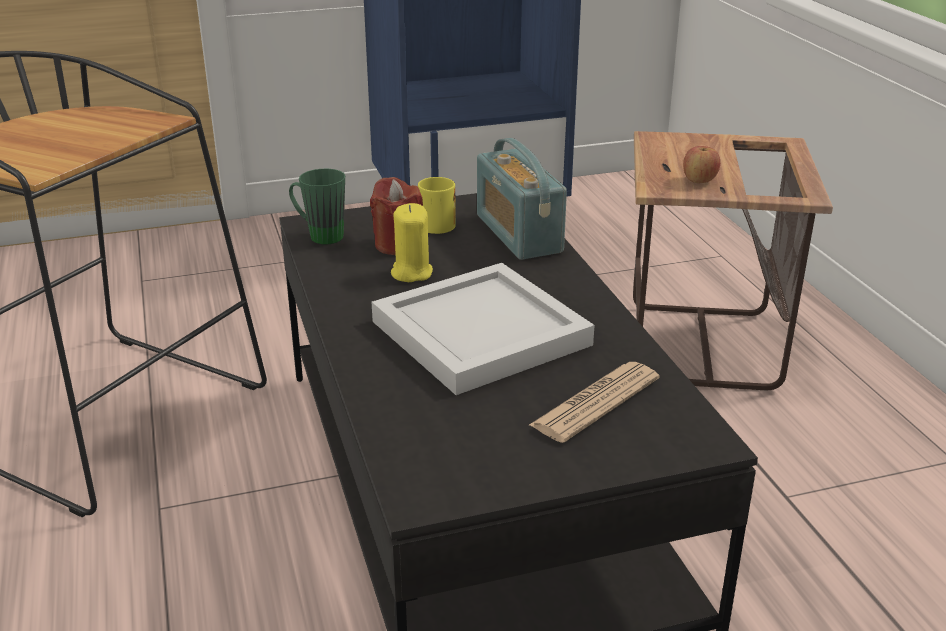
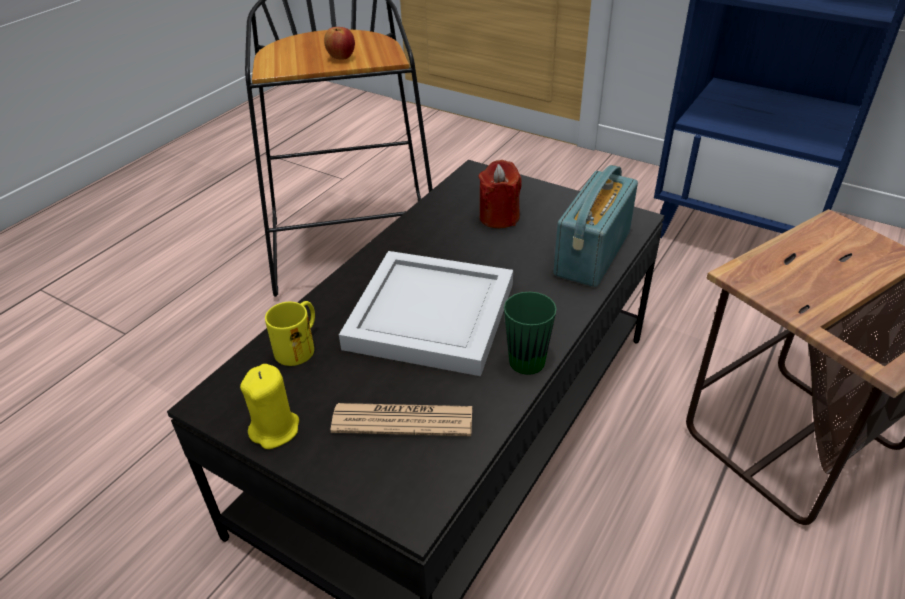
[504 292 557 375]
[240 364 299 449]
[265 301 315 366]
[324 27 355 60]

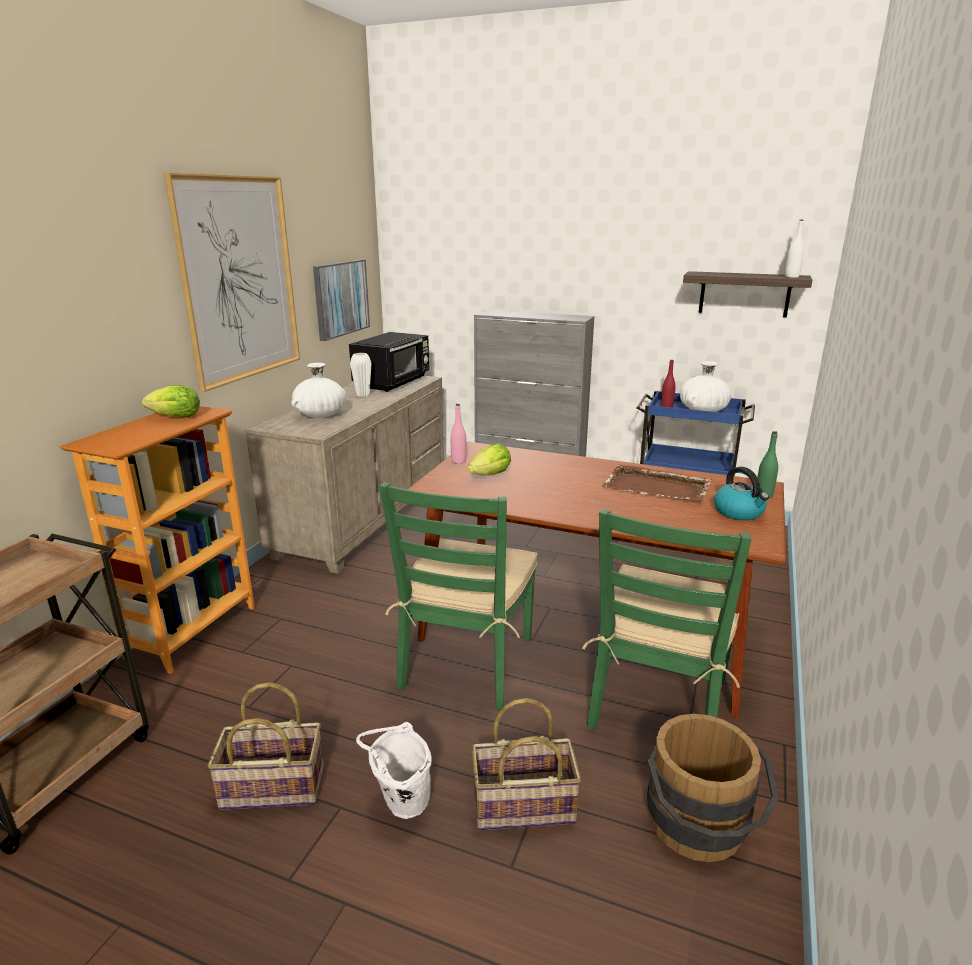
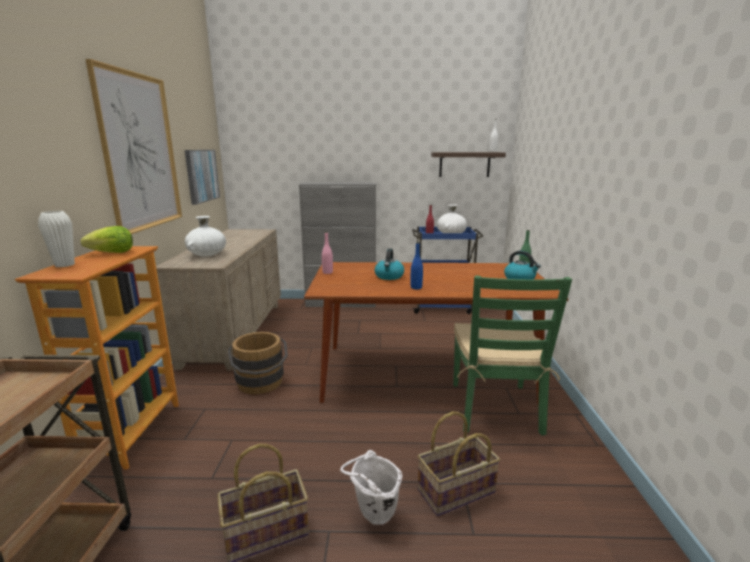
[349 332 429 392] (first image)
[38 211 75 267]
[379 482 537 710] (first image)
[468 443 511 475] (first image)
[602 465 712 501] (first image)
[227 332 288 394]
[375 248 404 280]
[410 242 423 289]

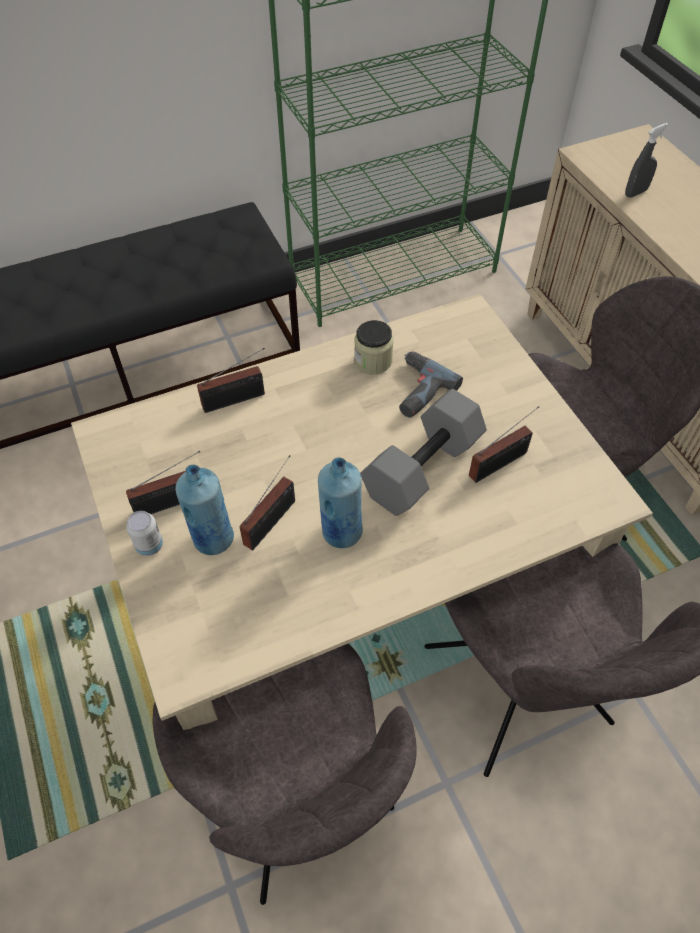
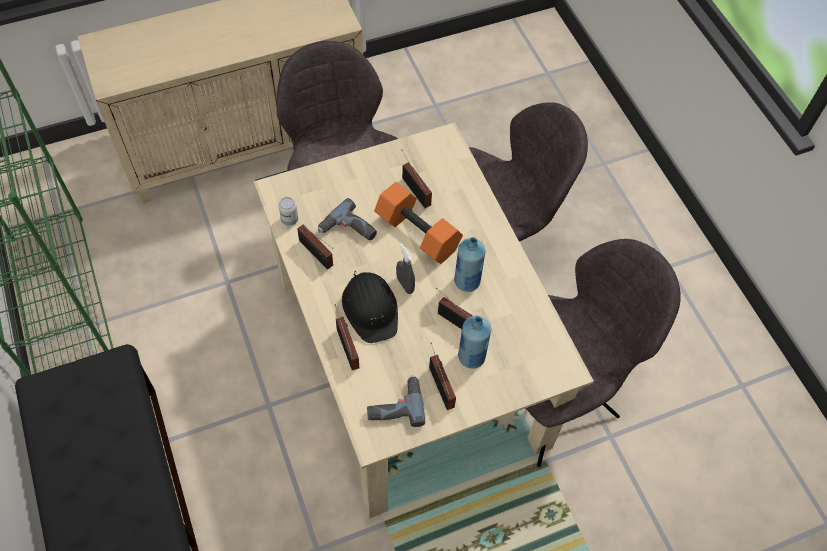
[279 197 298 226]
[297 224 333 270]
[374 182 463 264]
[396 243 415 294]
[342 270 398 343]
[367 375 425 427]

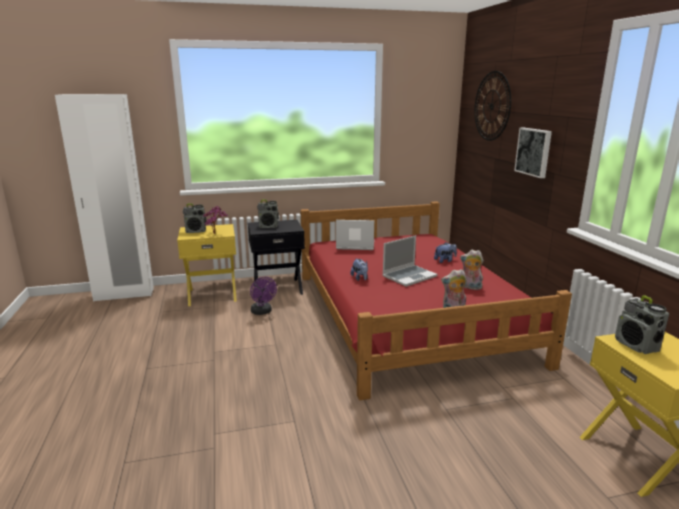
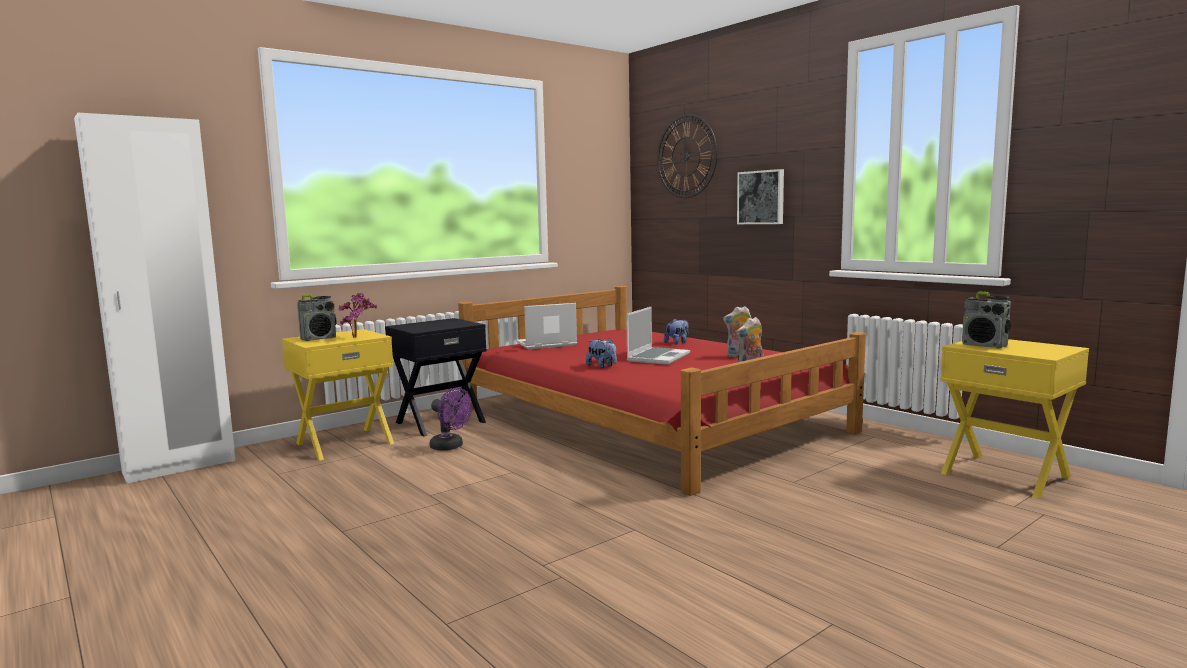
[257 199 279 228] (first image)

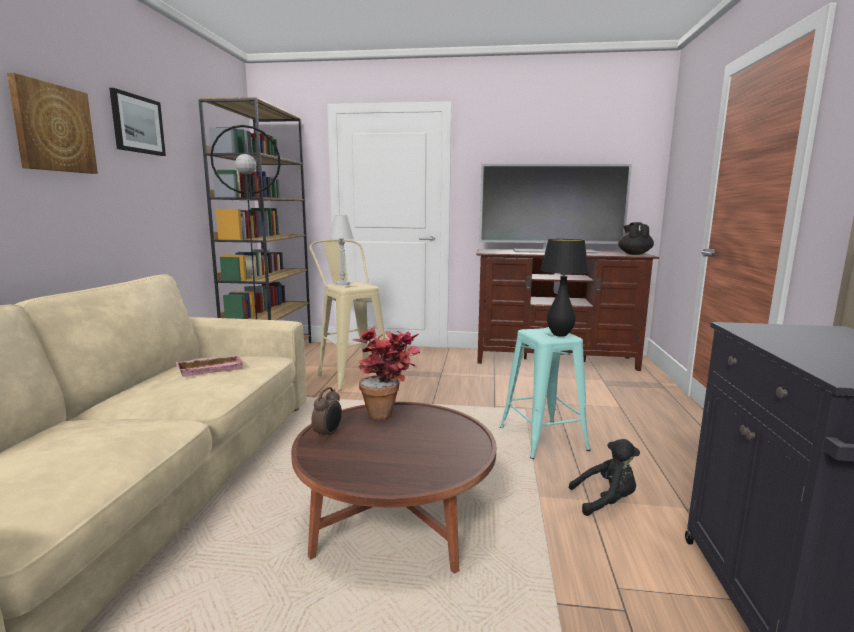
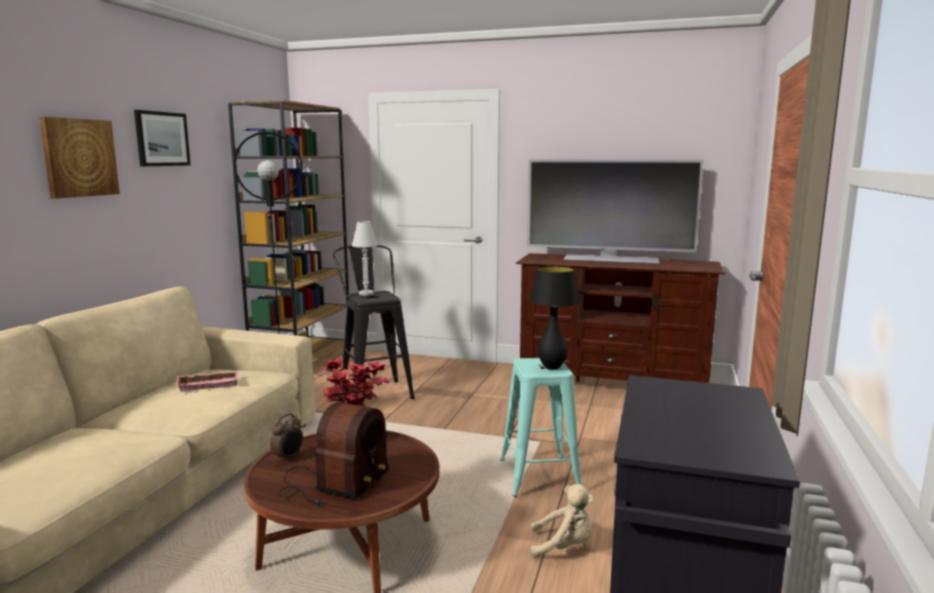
[333 245 415 399]
[530 484 594 559]
[618 222 654 255] (first image)
[278 402 389 506]

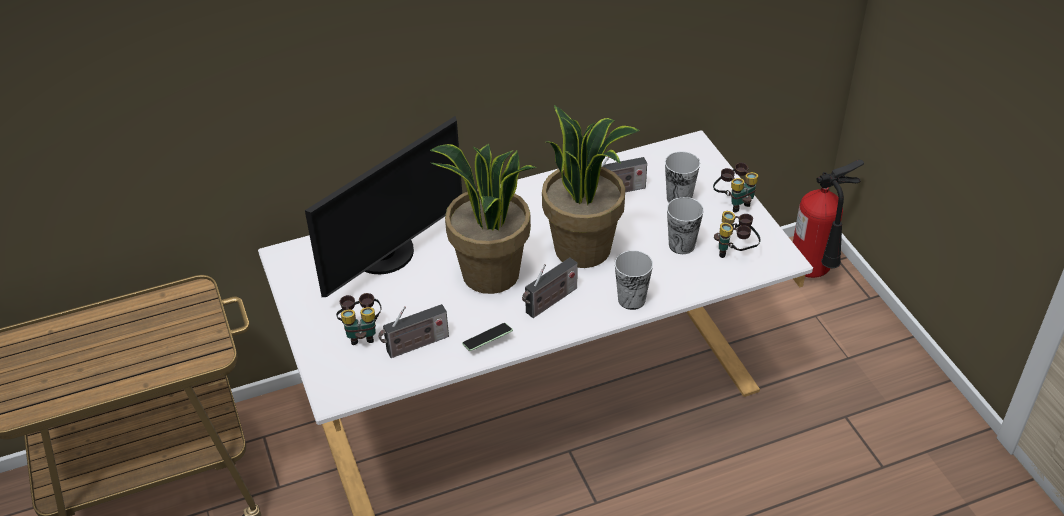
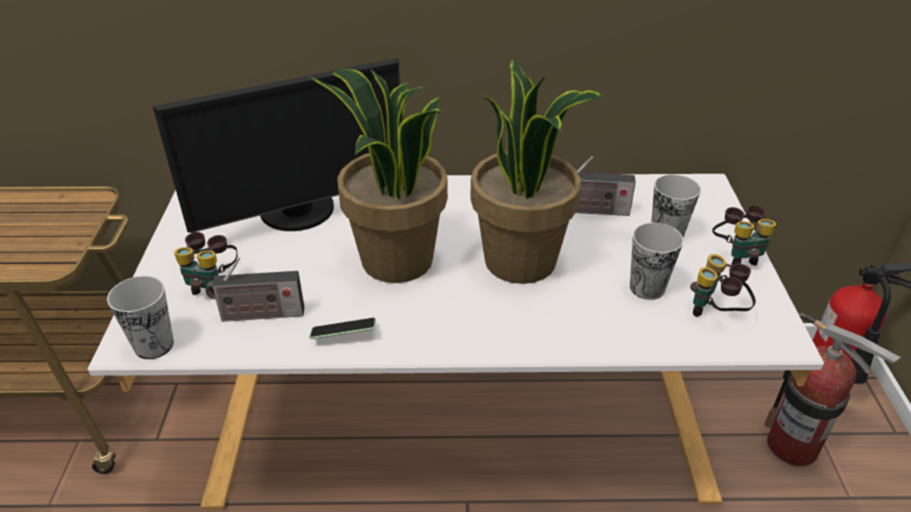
[522 257 578 318] (first image)
[107 276 174 359]
[765 313 901 467]

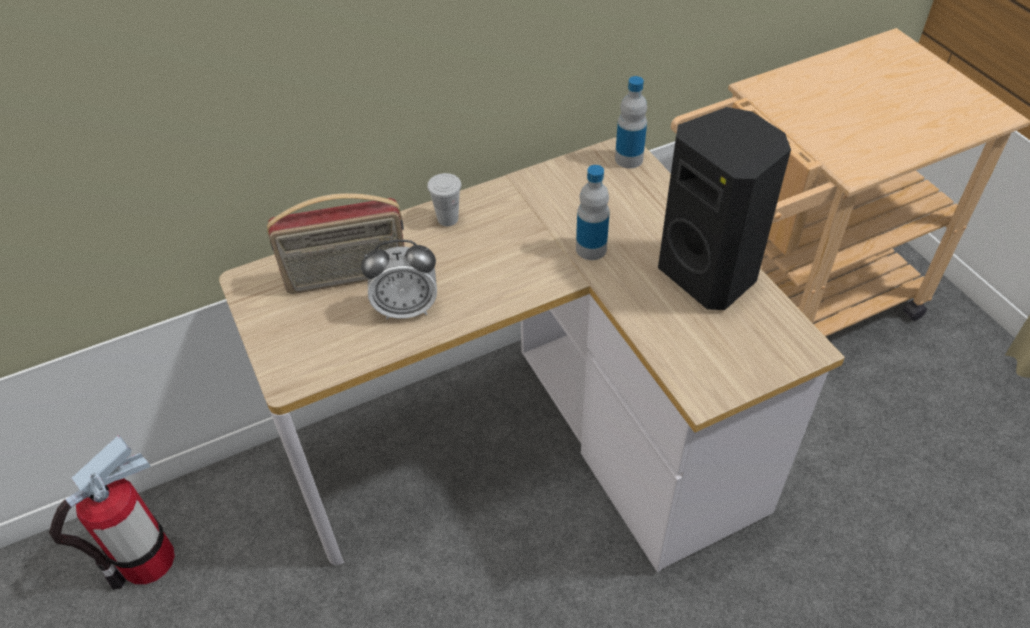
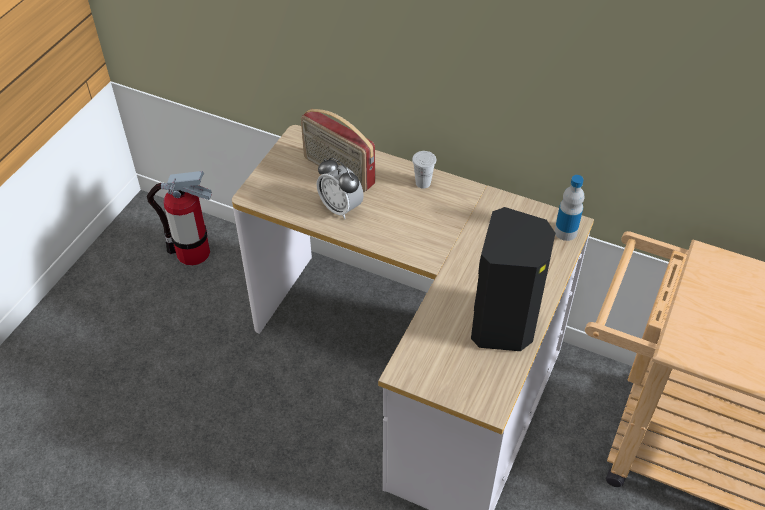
[576 165 610 260] (first image)

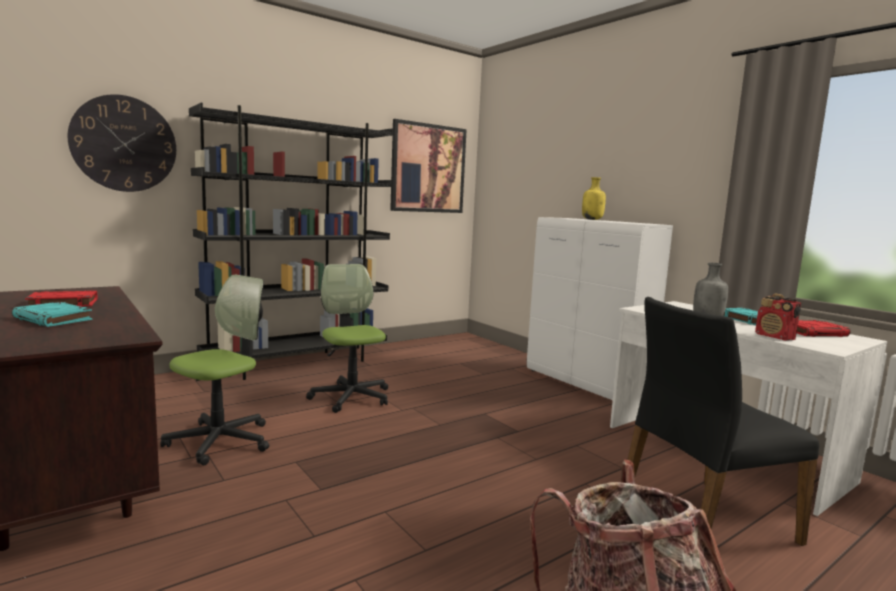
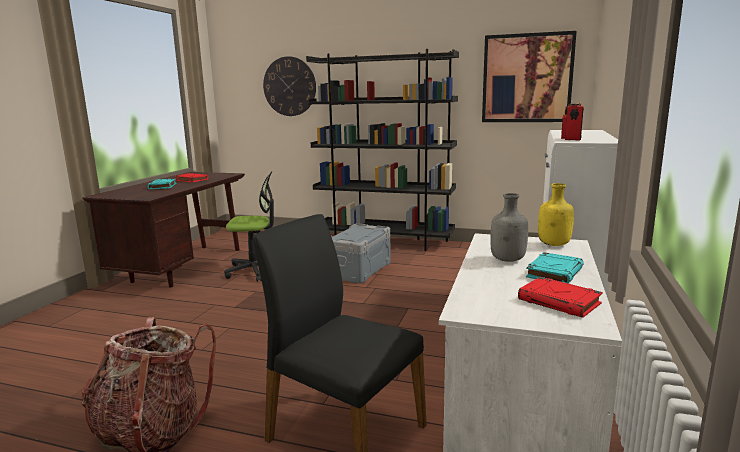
[331 223 391 283]
[538 183 574 246]
[561 102 584 141]

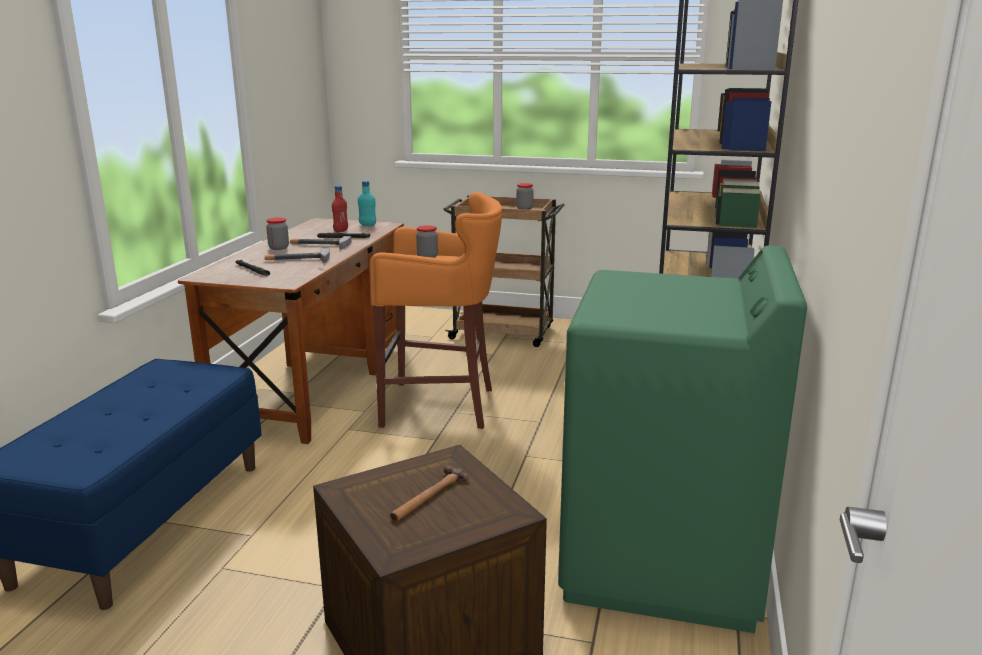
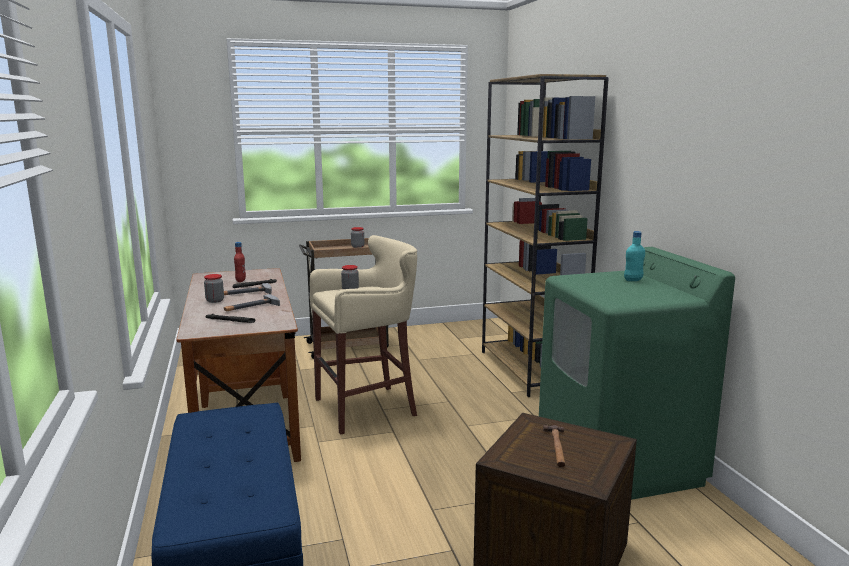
[624 231 645 281]
[310 235 417 435]

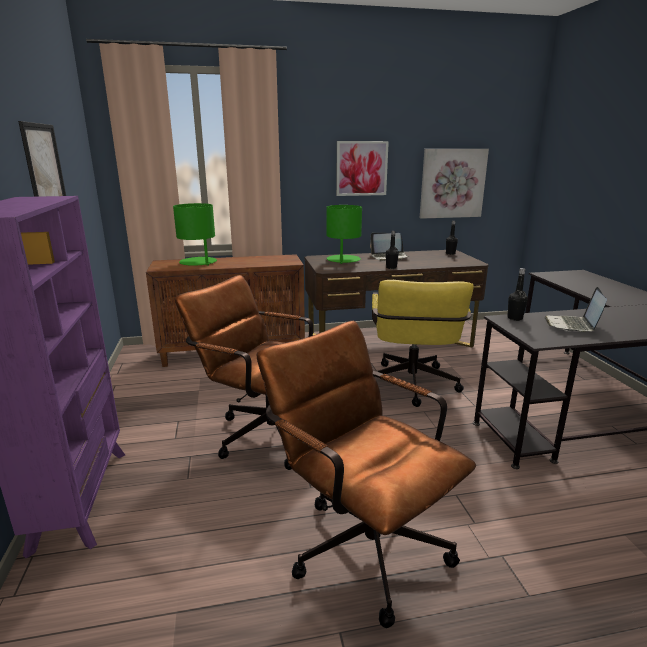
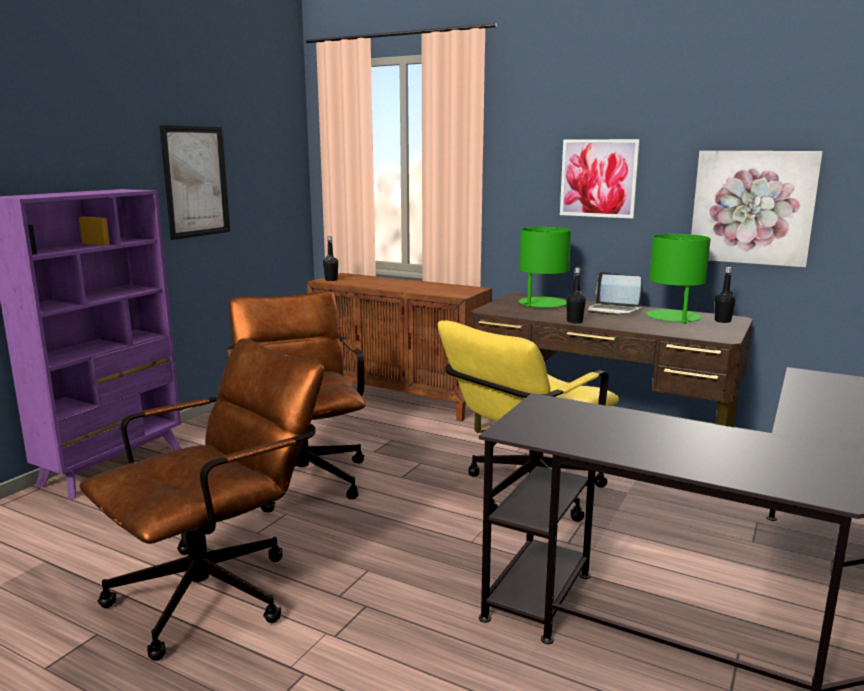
[646 234 711 324]
[79 338 324 661]
[323 236 338 281]
[544 287 607 332] (first image)

